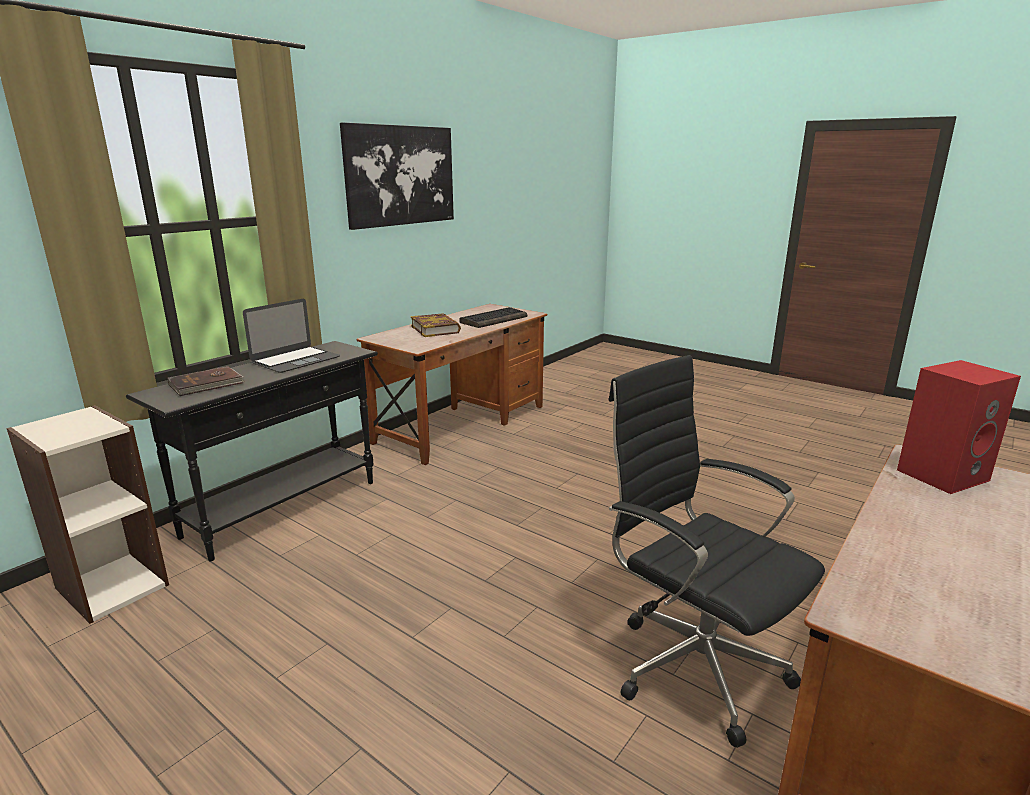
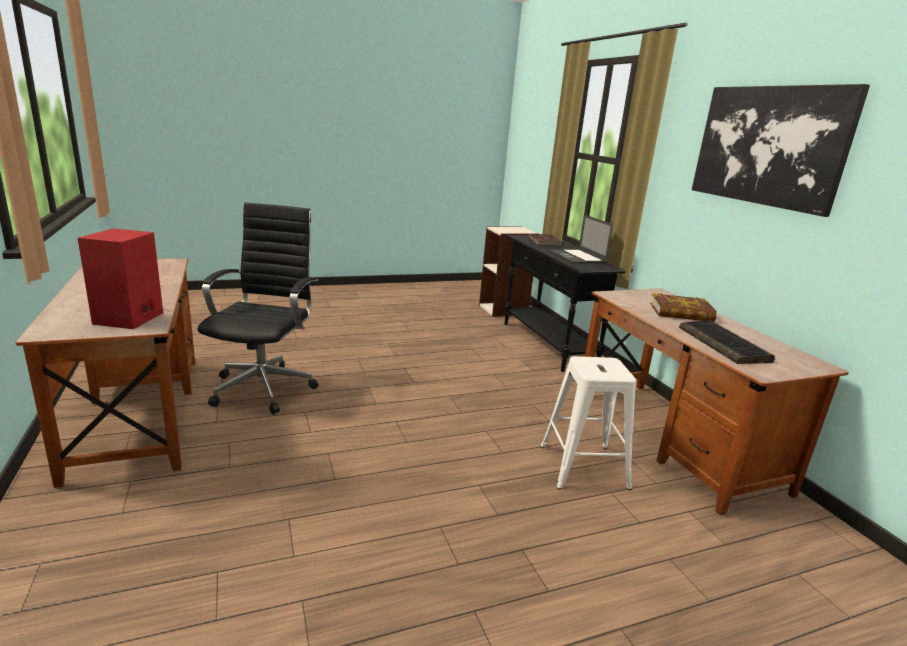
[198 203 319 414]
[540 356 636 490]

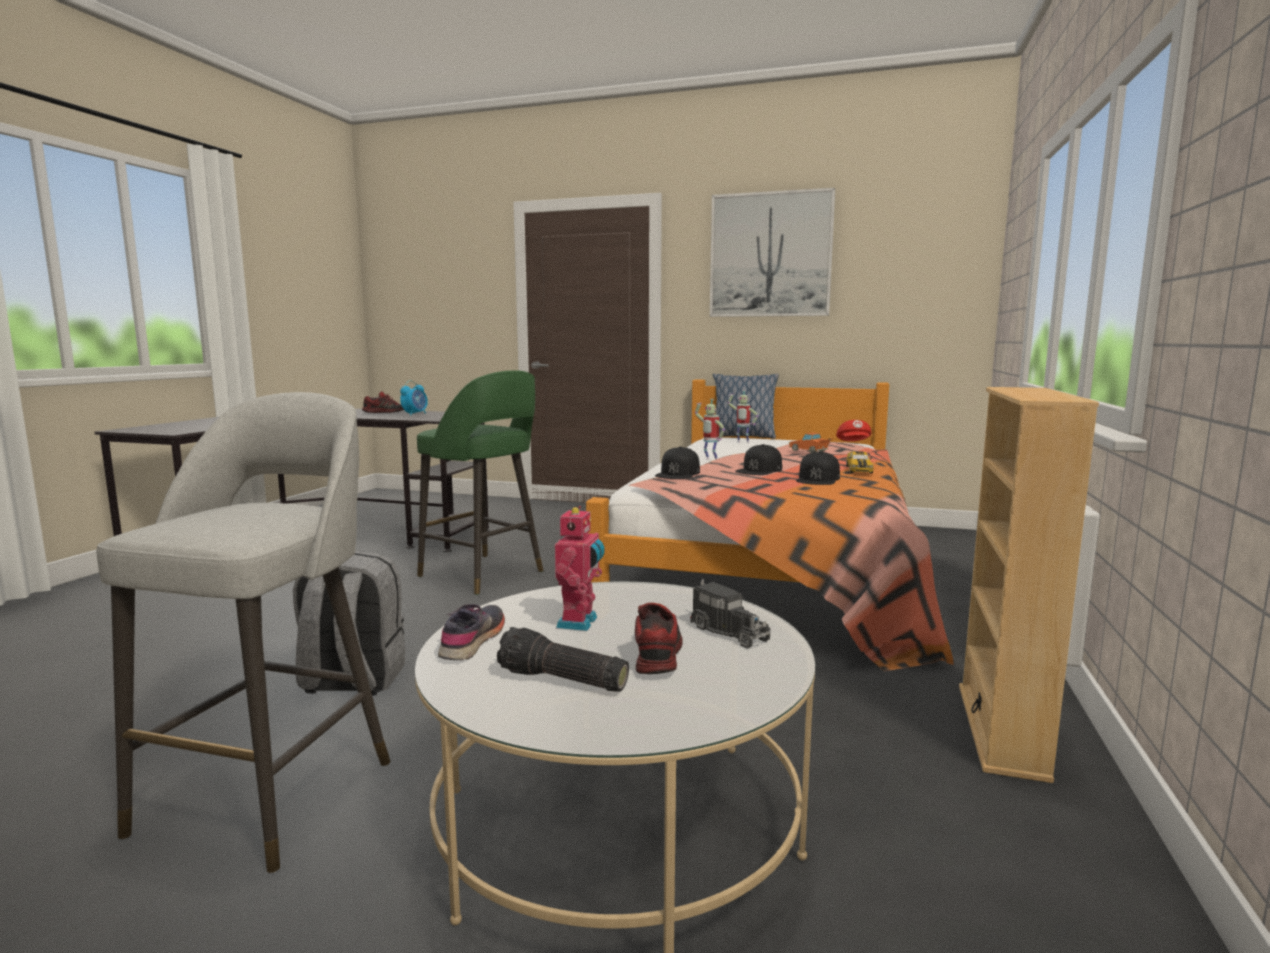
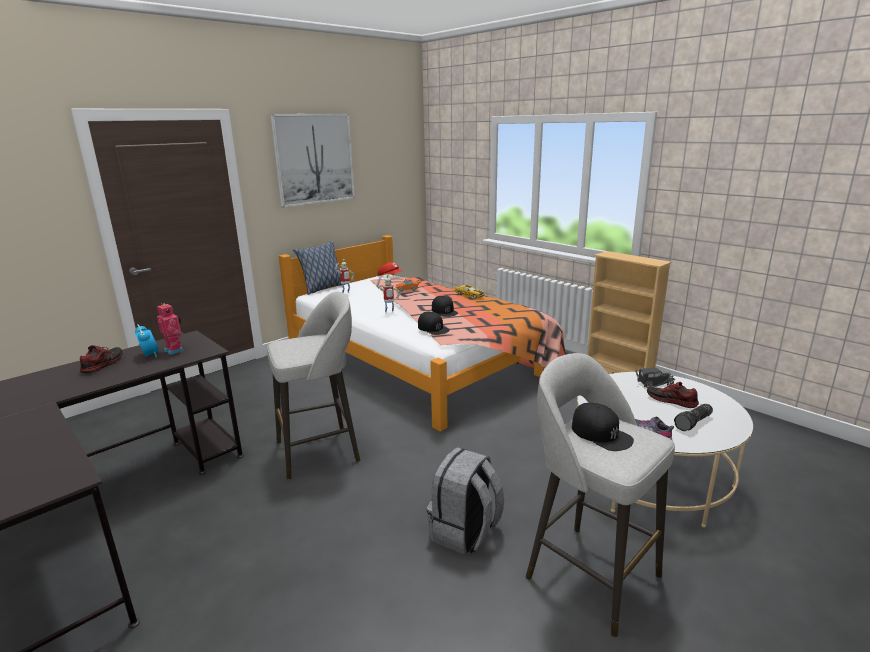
[267 292 360 480]
[157 303 184 355]
[572 403 634 451]

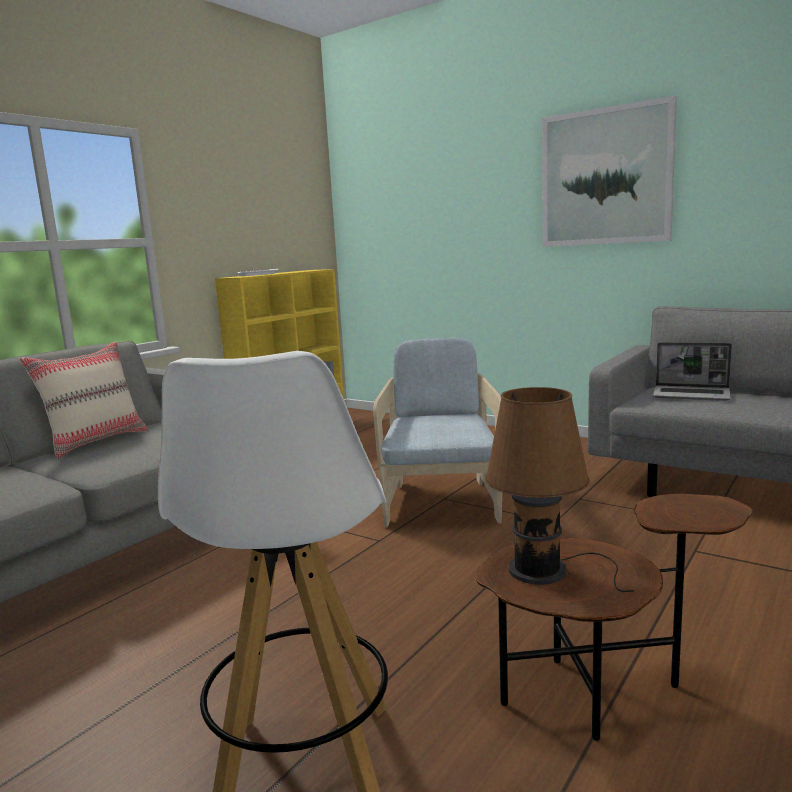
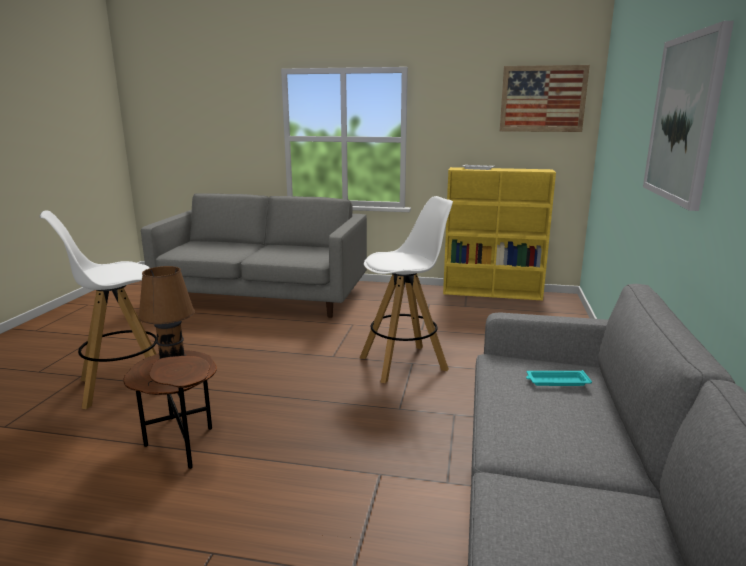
[19 341 148 458] (first image)
[360 196 453 383]
[526 370 592 386]
[500 65 590 132]

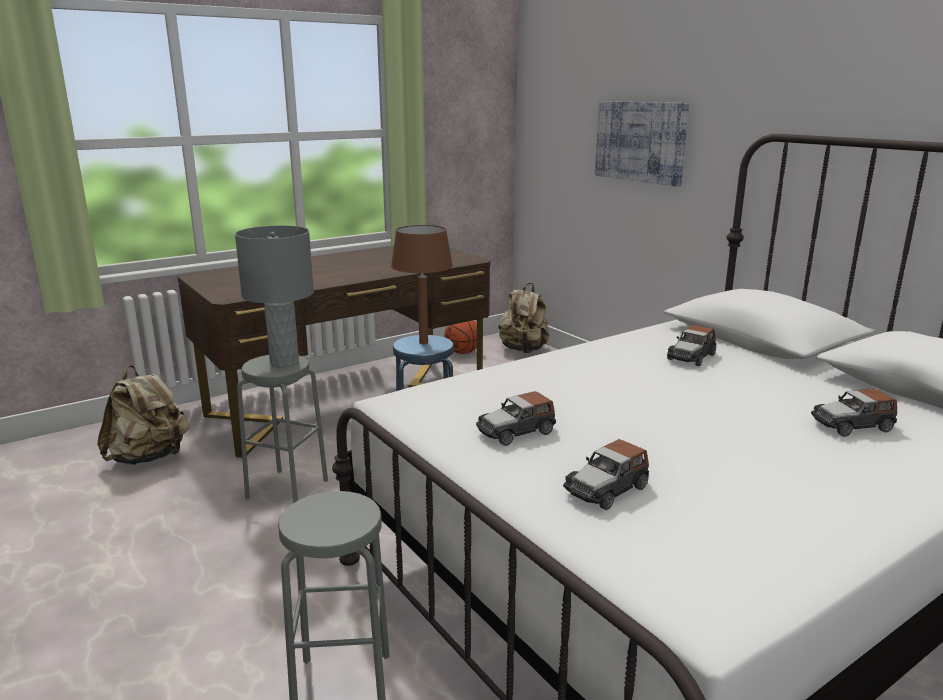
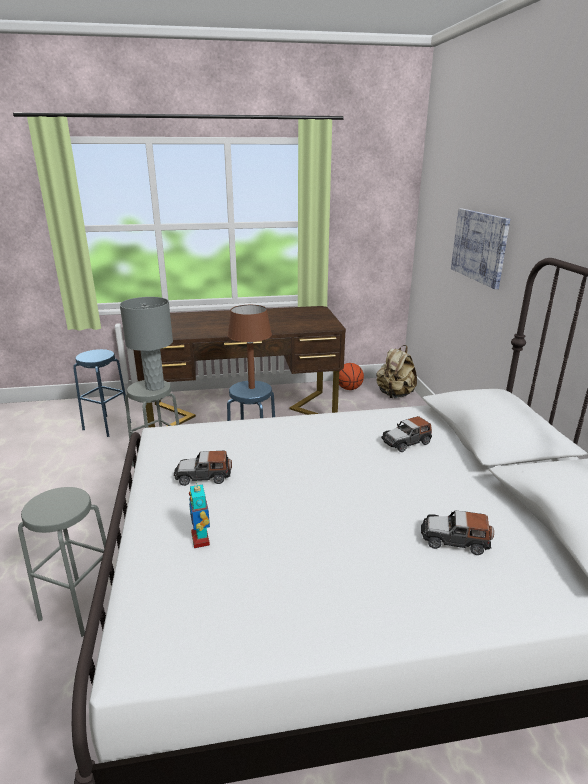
[73 349 131 437]
[189 480 210 548]

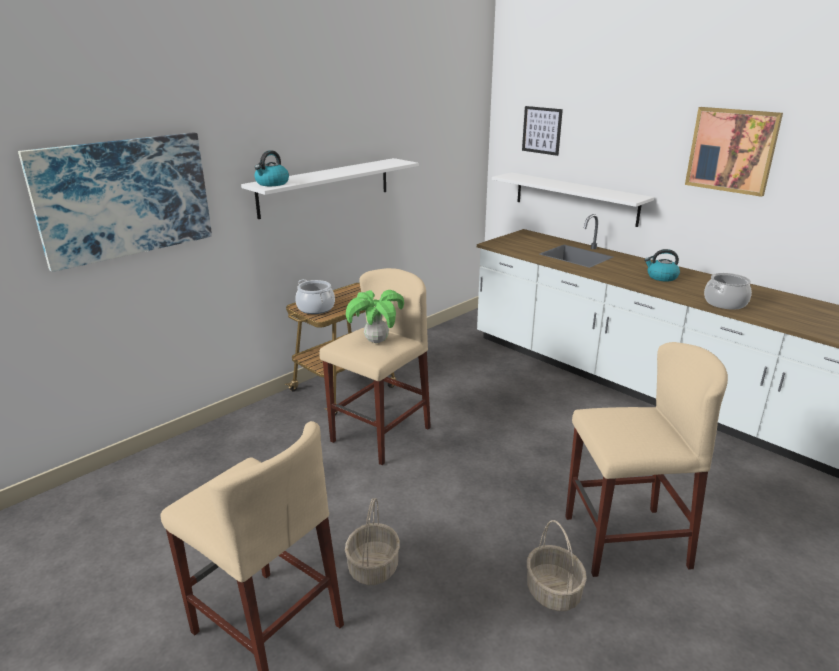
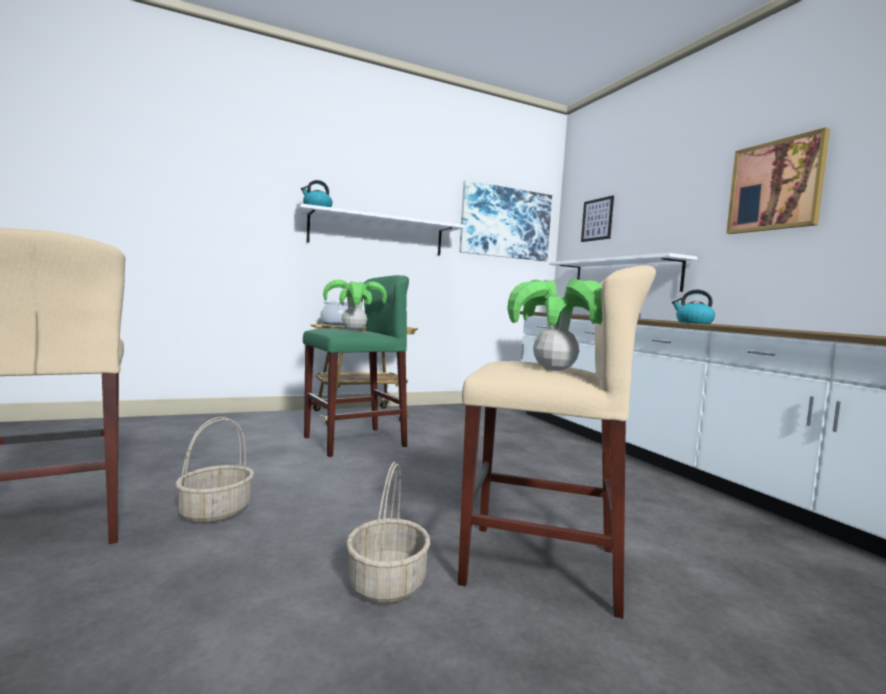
[459 180 552 261]
[303 275 409 457]
[704 273 752 310] (first image)
[507 279 602 371]

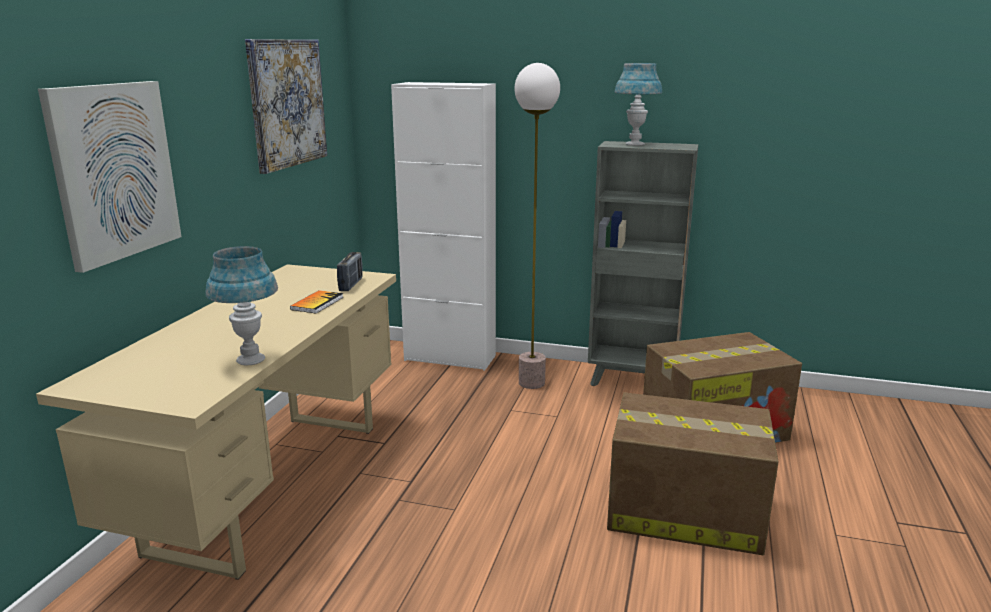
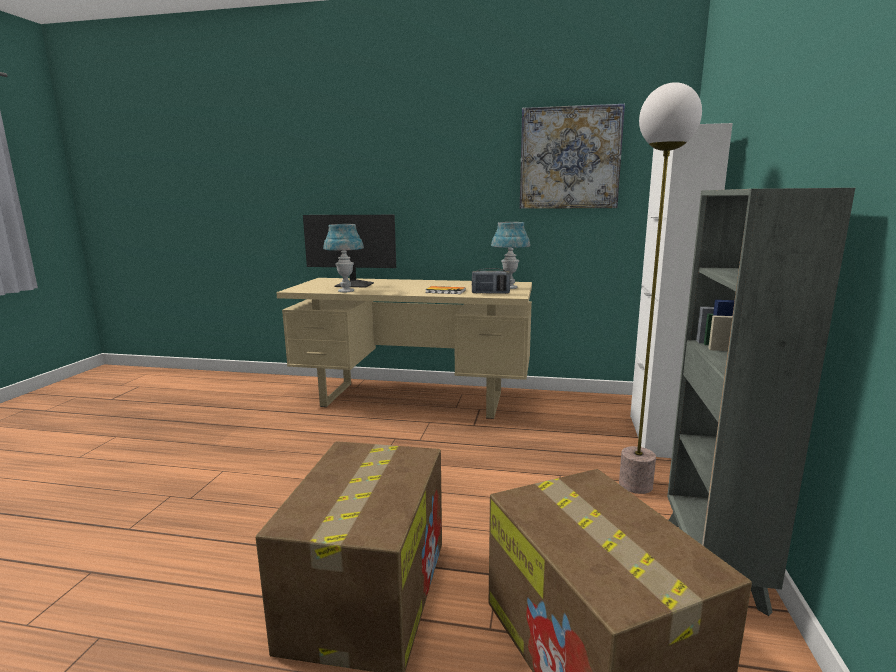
[38 81 182 273] (first image)
[491 222 530 289]
[303 215 396 287]

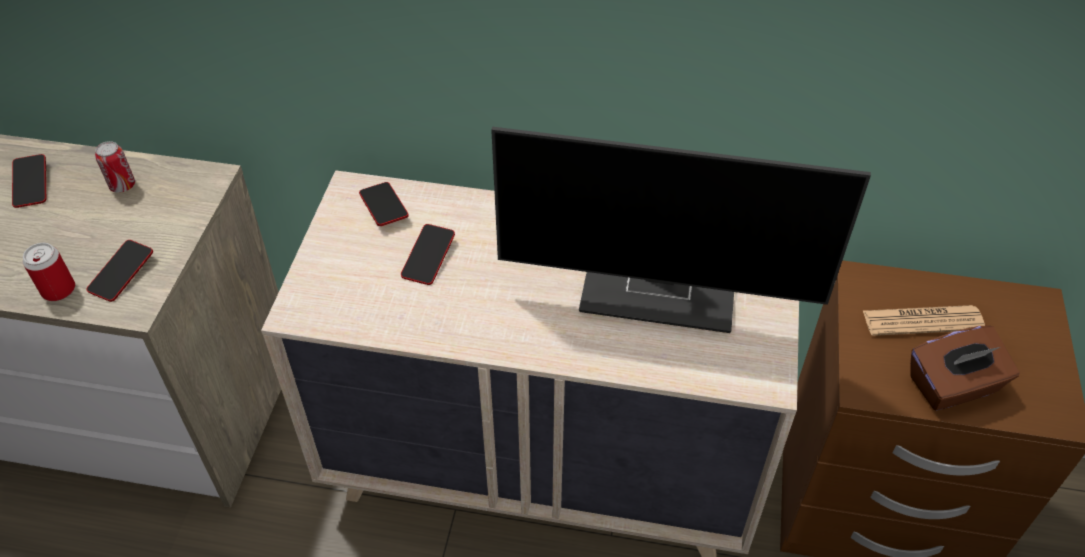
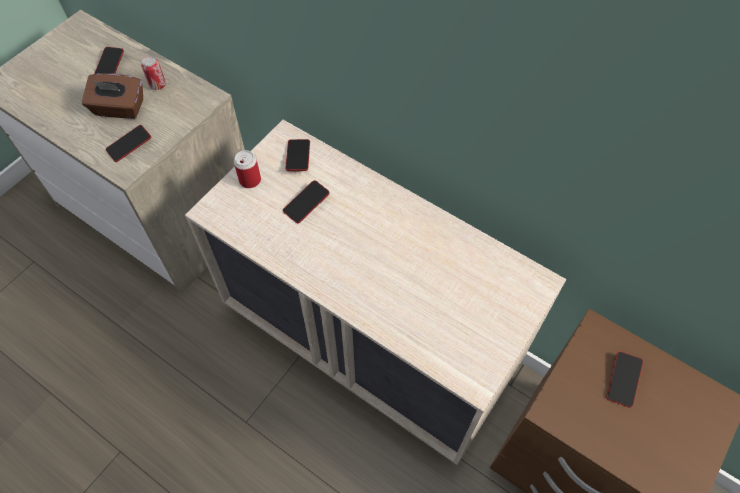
[234 150 261 188]
[491 127 871 333] (first image)
[606 351 643 408]
[82 73 143 119]

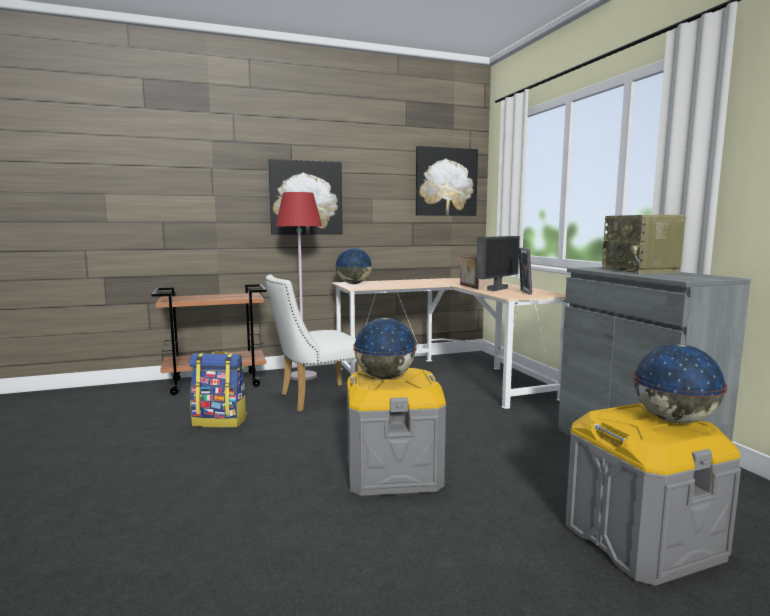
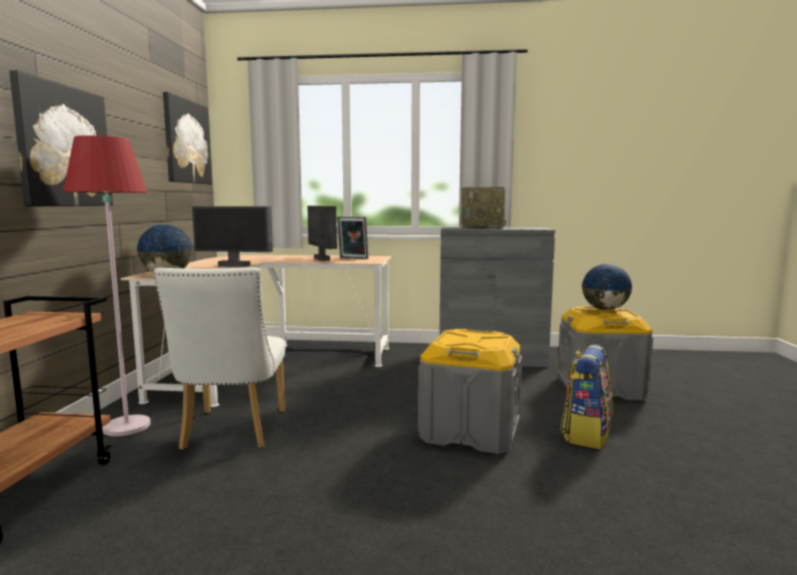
[560 344 613 449]
[353 318 417 379] (first image)
[460 253 479 289] (first image)
[192 206 273 267]

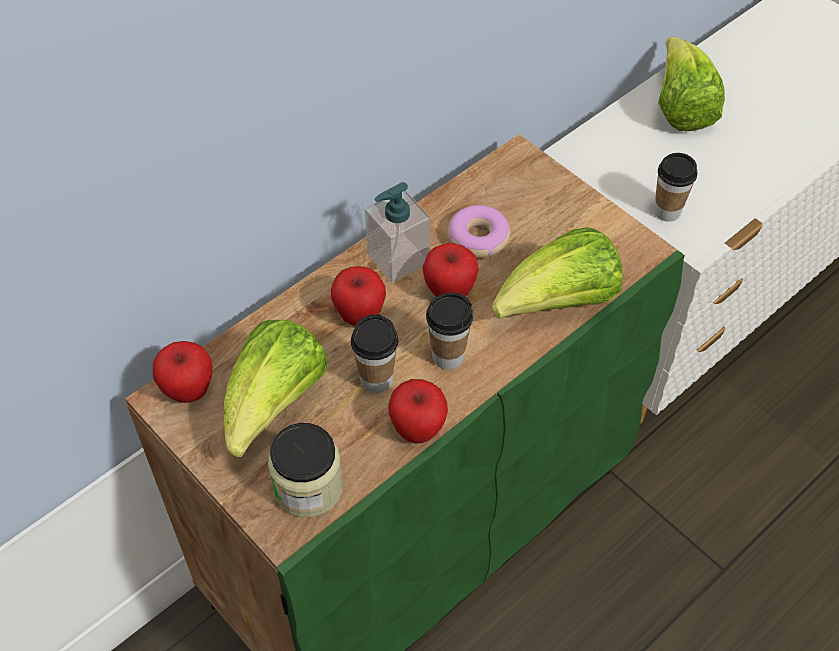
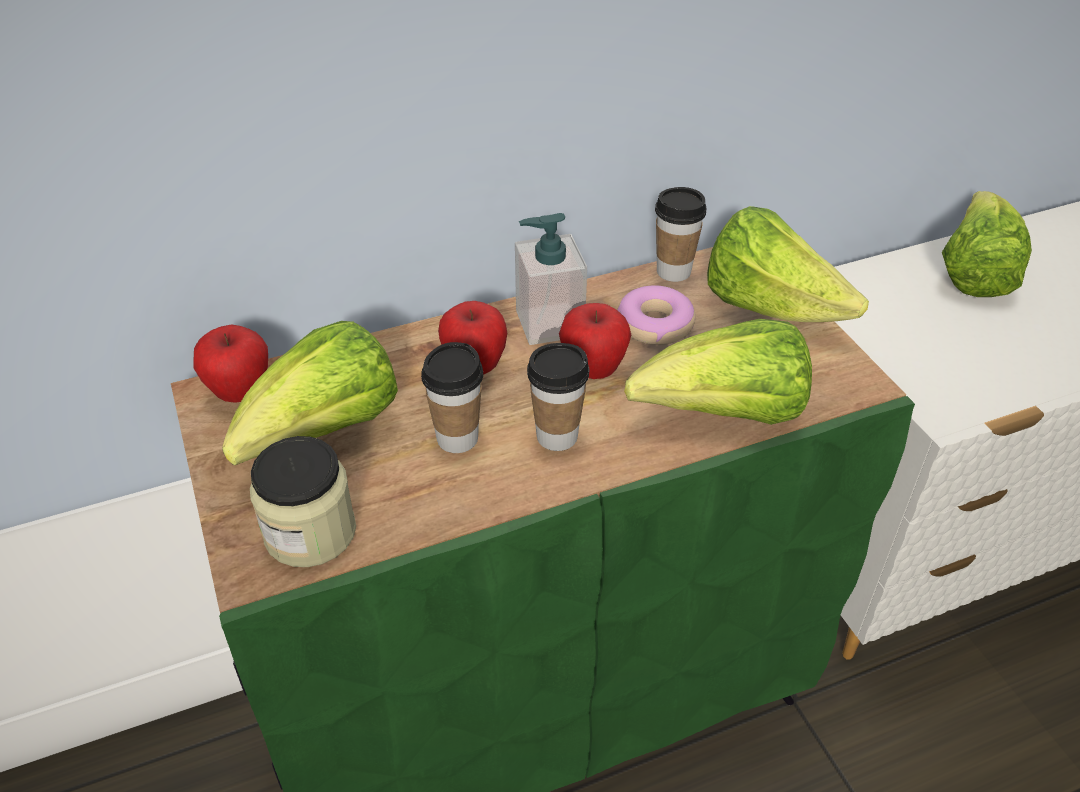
[388 379 448 443] (first image)
[655 187 707 282]
[707 206 869 322]

